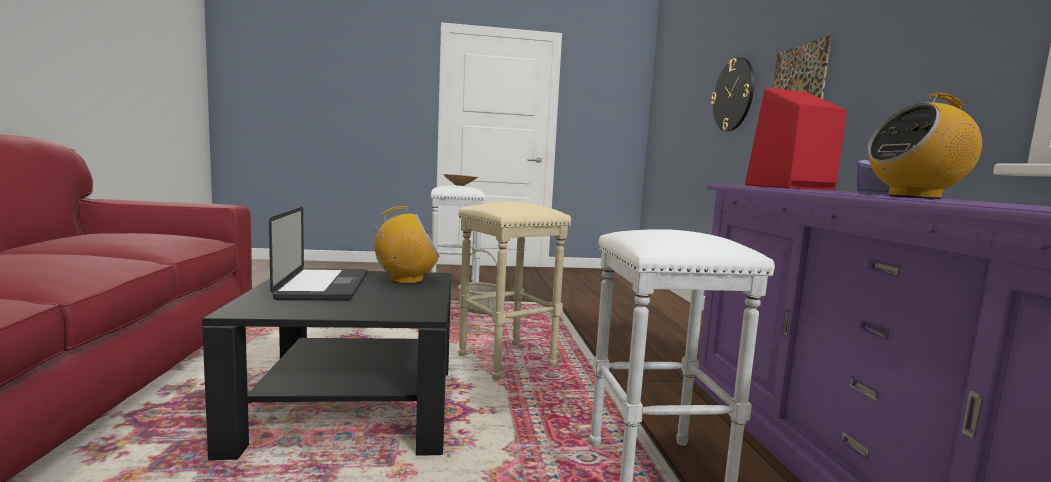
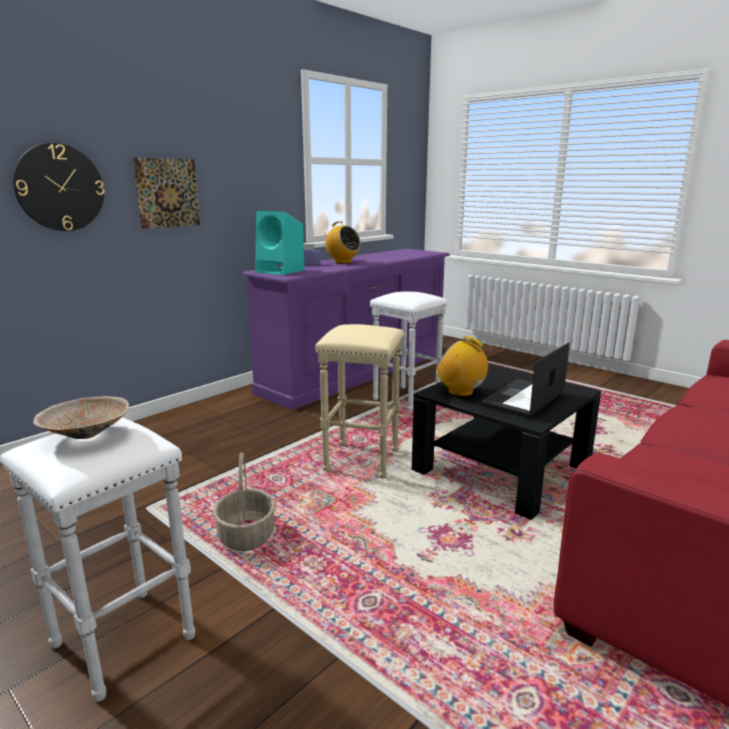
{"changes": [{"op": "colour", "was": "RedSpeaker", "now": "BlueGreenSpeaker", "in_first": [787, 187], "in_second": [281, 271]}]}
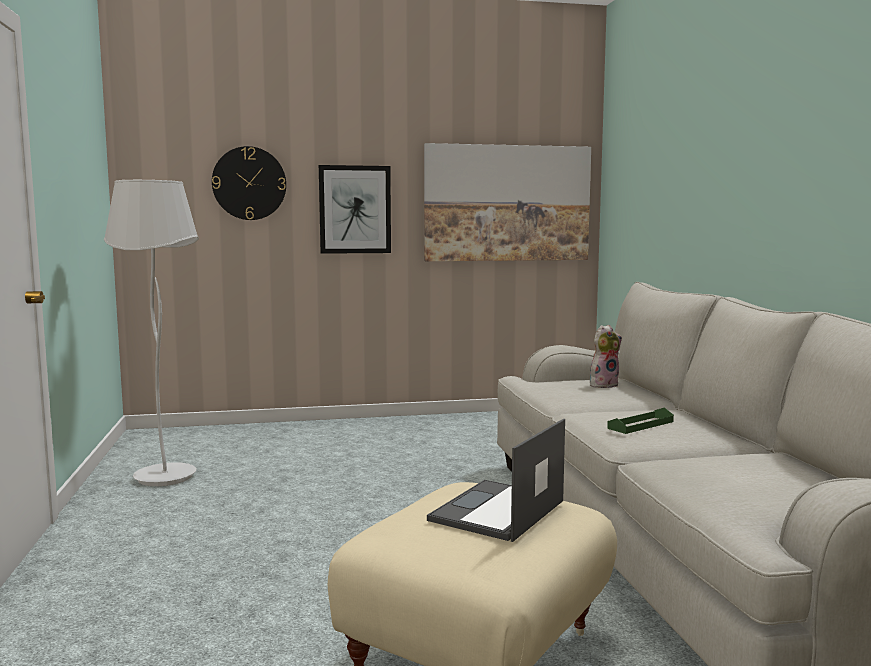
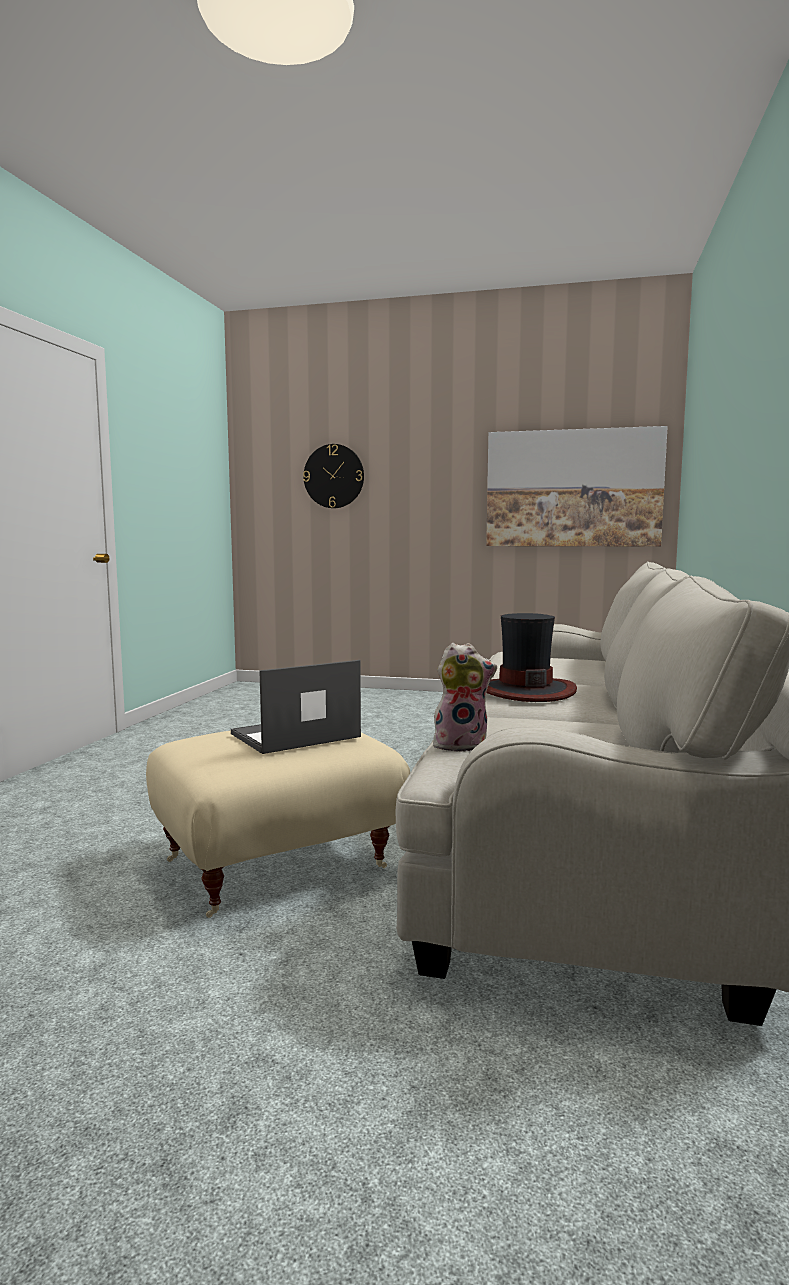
{"changes": [{"op": "relocated", "was": "CuddlyToy", "in_first": [603, 385], "in_second": [461, 745]}, {"op": "exchanged", "was": "GreenColouredTray", "now": "WearableHat", "in_first": [640, 425], "in_second": [525, 691]}, {"op": "missing", "was": "WhiteColouredStandingLamp", "in_first": [165, 477]}, {"op": "missing", "was": "WallPicture", "in_first": [355, 209]}]}
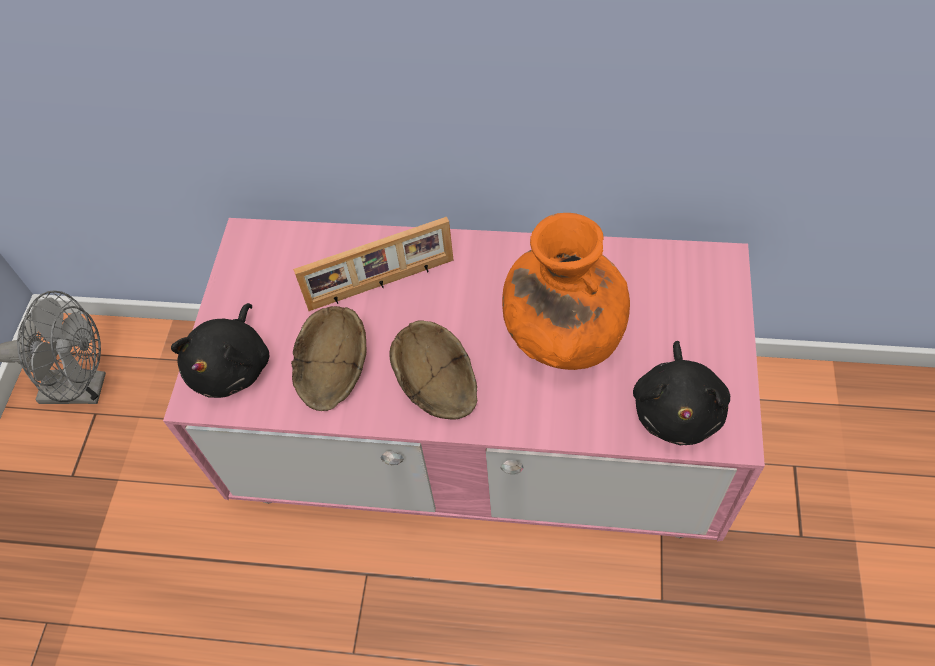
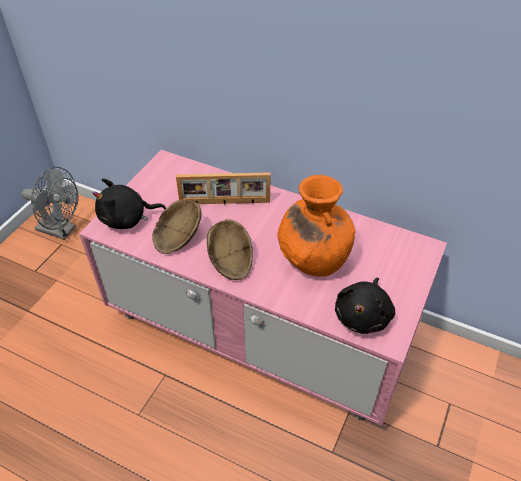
{"changes": [{"op": "spun", "was": "BlackishCuddlyToy", "in_first": [233, 366], "in_second": [127, 219], "clockwise": 45}]}
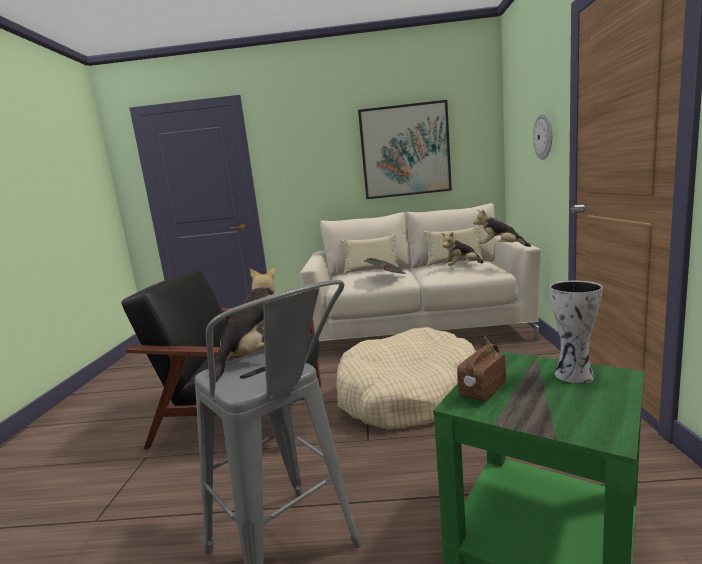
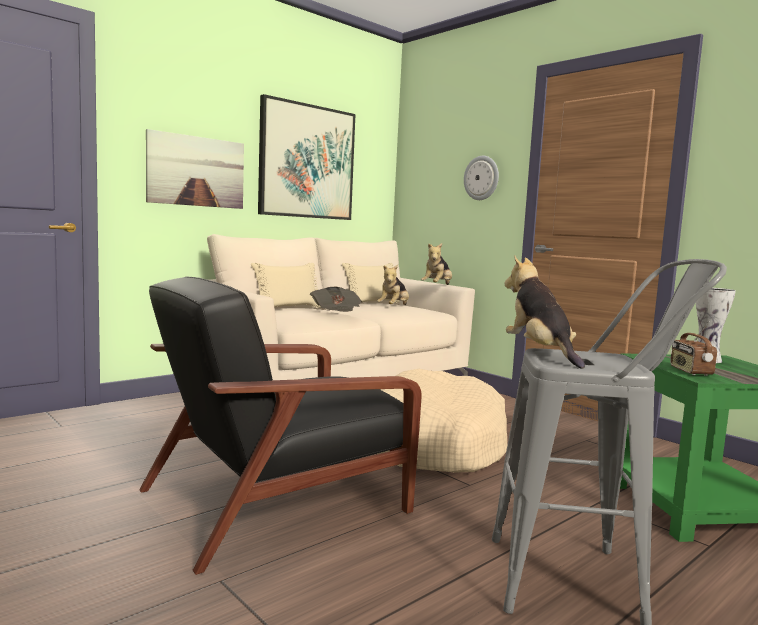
{"changes": [{"op": "appeared", "now": "WallPicture", "in_second": [196, 171]}, {"op": "spun", "was": "CuddlyToy", "in_first": [500, 247], "in_second": [437, 286], "clockwise": -45}]}
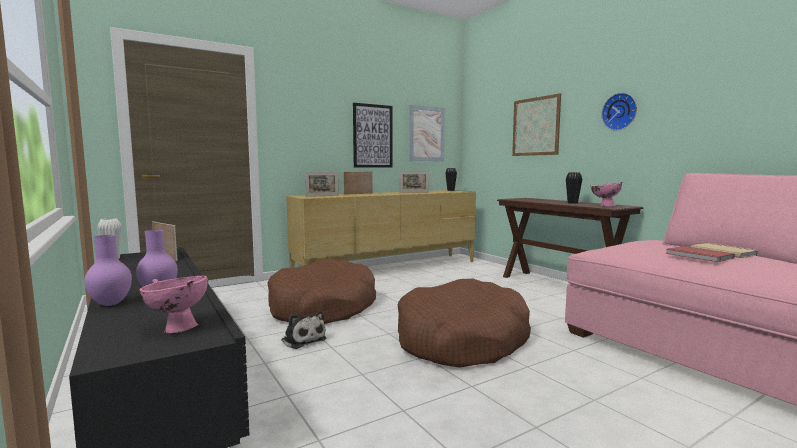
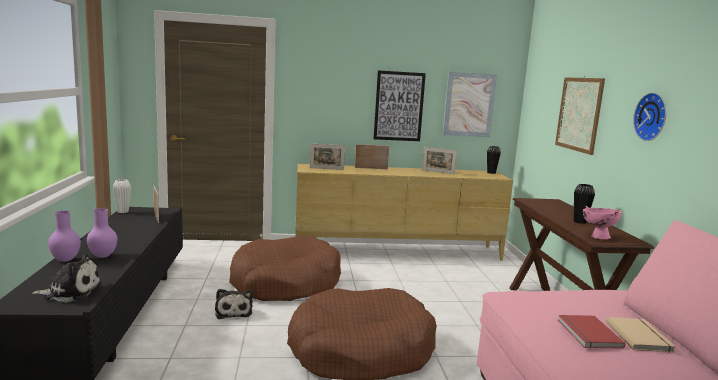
{"changes": [{"op": "exchanged", "was": "PinkishDeepDish", "now": "CuddlyToy", "in_first": [176, 328], "in_second": [70, 292]}]}
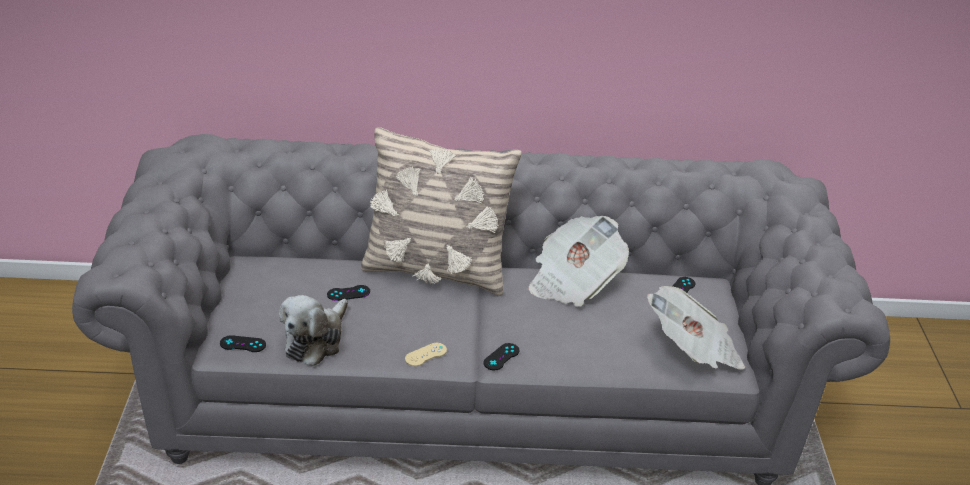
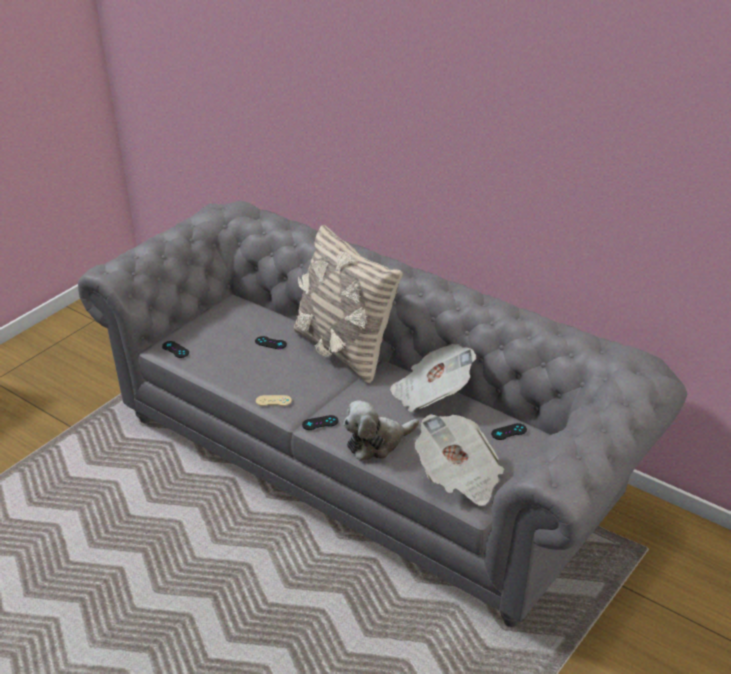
{"changes": [{"op": "relocated", "was": "CuddlyToy", "in_first": [316, 340], "in_second": [377, 442]}]}
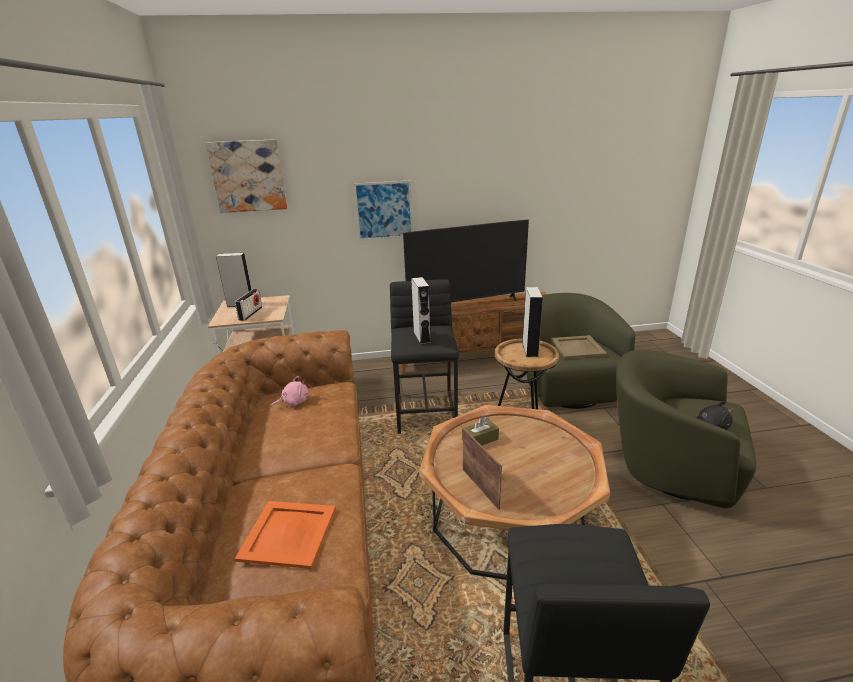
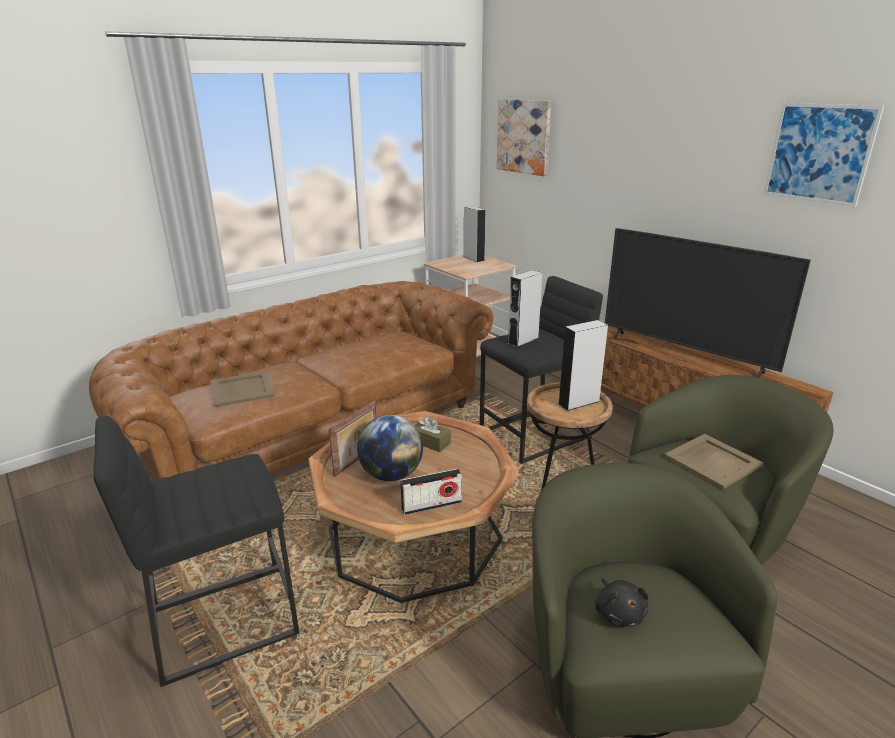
{"changes": [{"op": "colour", "was": "OrangeColouredTray", "now": "BeigeColouredTray", "in_first": [289, 534], "in_second": [241, 389]}, {"op": "appeared", "now": "Globe", "in_second": [391, 474]}, {"op": "relocated", "was": "RadioSet", "in_first": [250, 313], "in_second": [431, 505]}, {"op": "relocated", "was": "WallPicture", "in_first": [384, 210], "in_second": [819, 153]}, {"op": "missing", "was": "PinkishCuddlyToy", "in_first": [294, 402]}]}
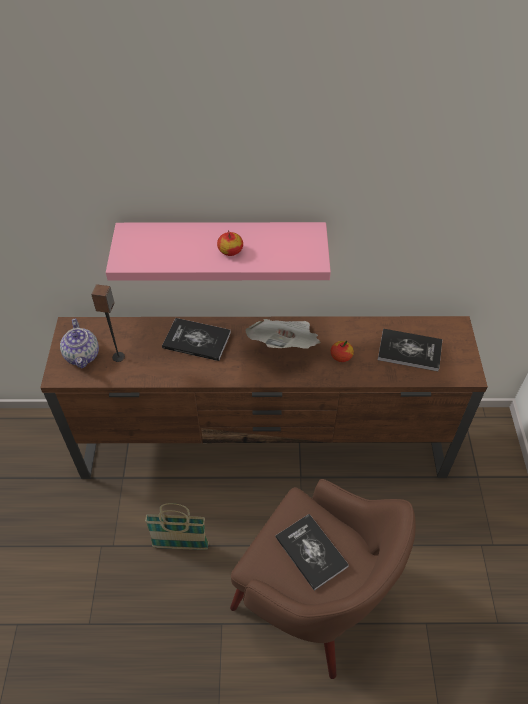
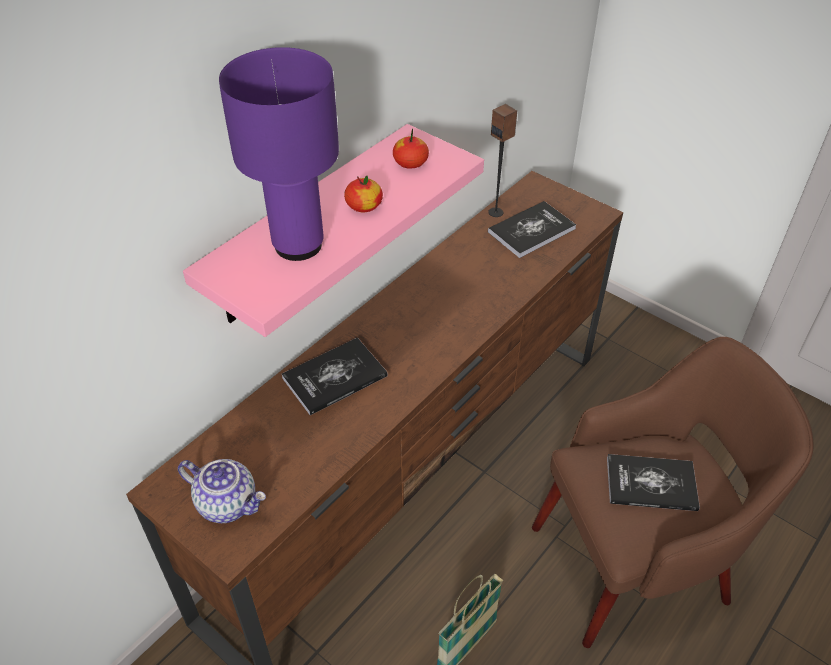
{"changes": [{"op": "appeared", "now": "PurpleTableLamp", "in_second": [298, 246]}, {"op": "relocated", "was": "WholeApple", "in_first": [341, 356], "in_second": [410, 163]}, {"op": "relocated", "was": "Speaker", "in_first": [118, 357], "in_second": [496, 212]}, {"op": "missing", "was": "Newspaper", "in_first": [284, 345]}]}
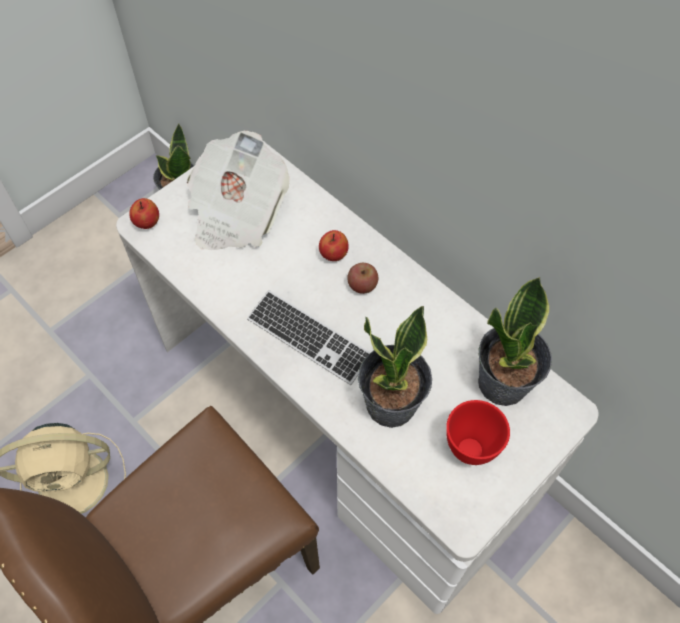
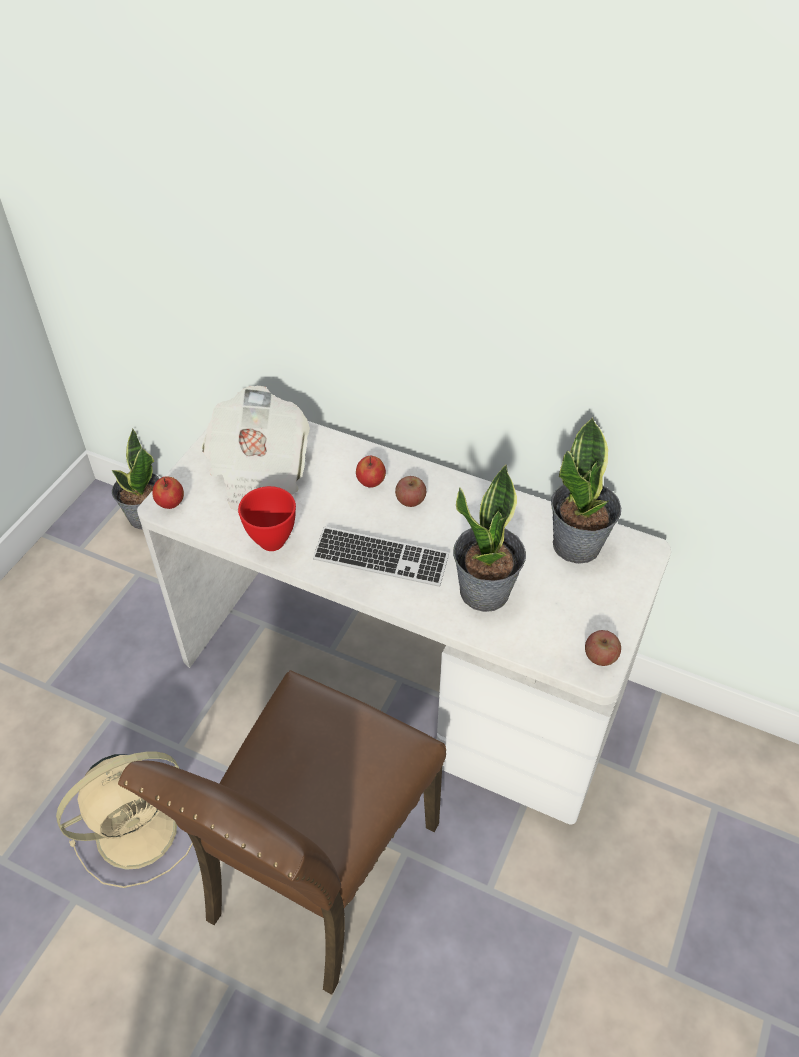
{"changes": [{"op": "relocated", "was": "RedDeepDish", "in_first": [470, 449], "in_second": [272, 540]}, {"op": "appeared", "now": "WholeApple", "in_second": [600, 656]}]}
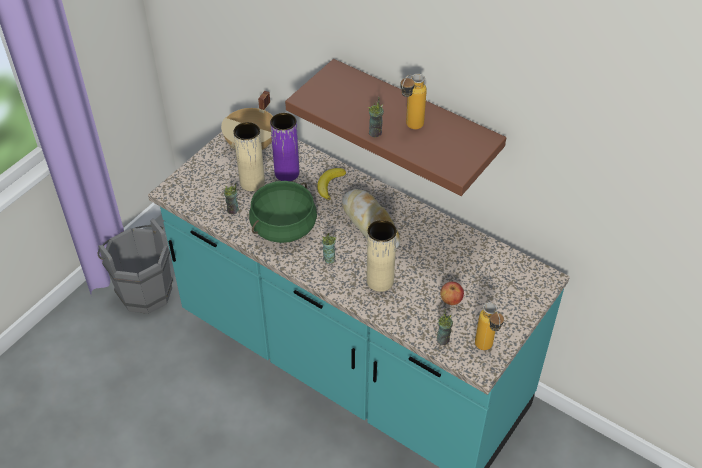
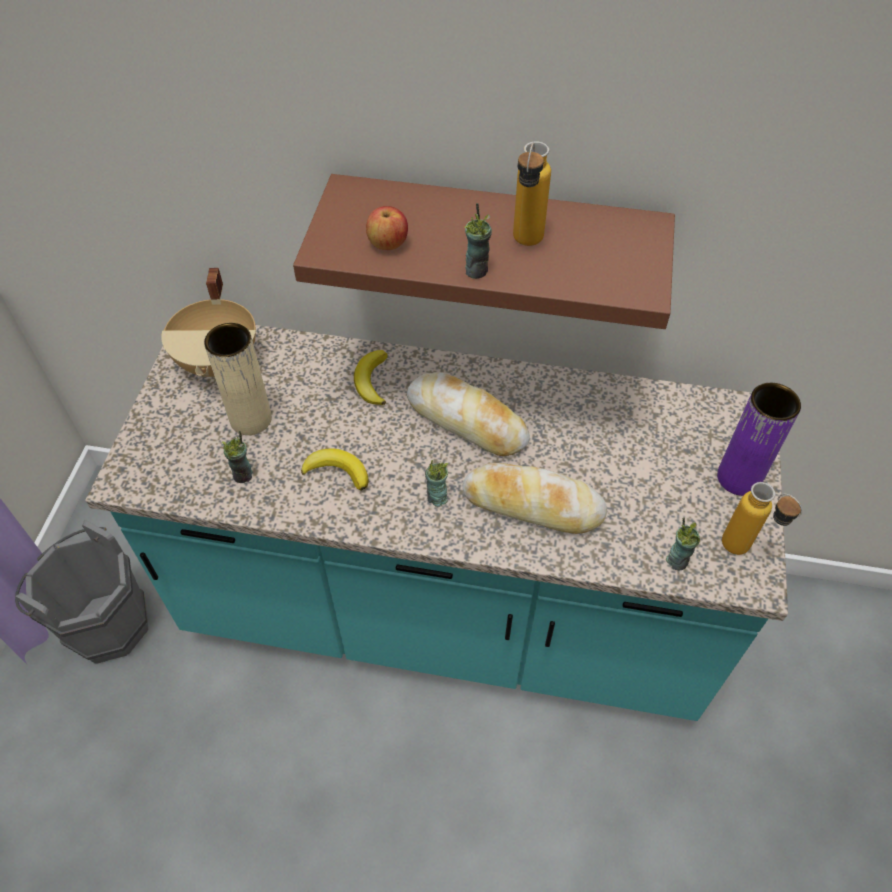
{"changes": [{"op": "exchanged", "was": "GreenColouredStockpot", "now": "WholeBanana", "in_first": [283, 226], "in_second": [337, 471]}, {"op": "relocated", "was": "WholeApple", "in_first": [451, 300], "in_second": [388, 244]}, {"op": "exchanged", "was": "BeigeColouredVase", "now": "BakeryBread", "in_first": [380, 281], "in_second": [532, 504]}, {"op": "relocated", "was": "PurpleVase", "in_first": [287, 173], "in_second": [738, 478]}]}
